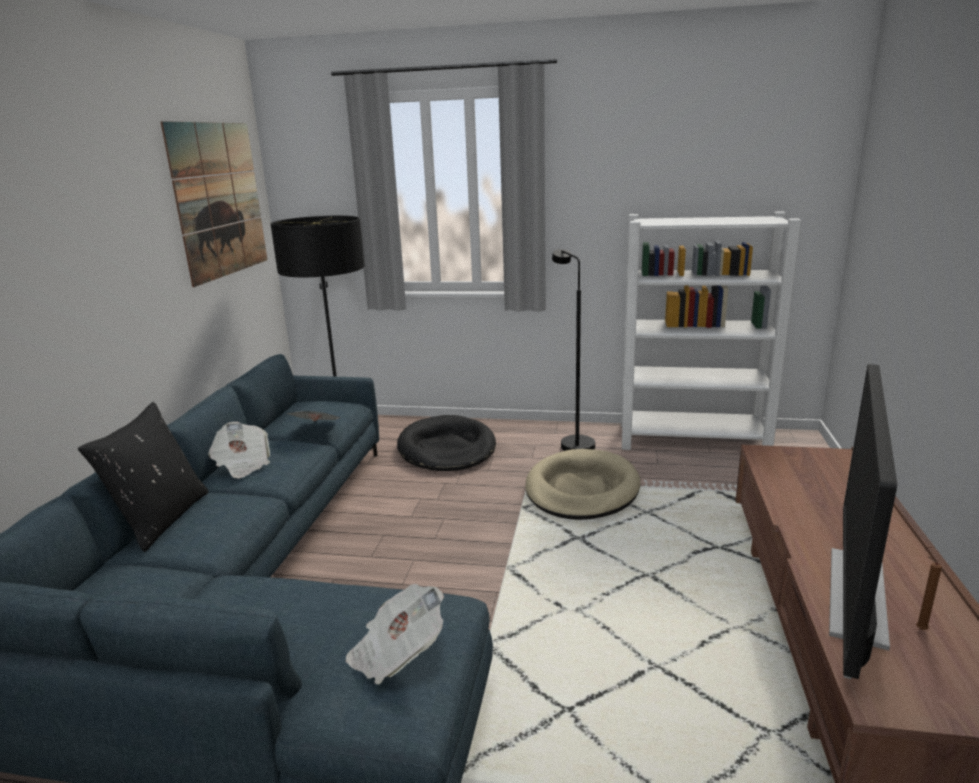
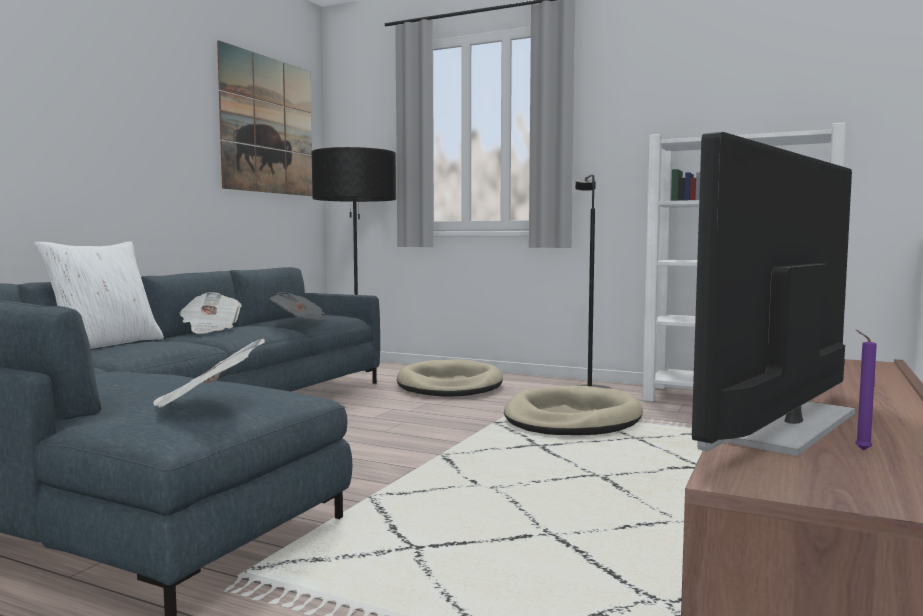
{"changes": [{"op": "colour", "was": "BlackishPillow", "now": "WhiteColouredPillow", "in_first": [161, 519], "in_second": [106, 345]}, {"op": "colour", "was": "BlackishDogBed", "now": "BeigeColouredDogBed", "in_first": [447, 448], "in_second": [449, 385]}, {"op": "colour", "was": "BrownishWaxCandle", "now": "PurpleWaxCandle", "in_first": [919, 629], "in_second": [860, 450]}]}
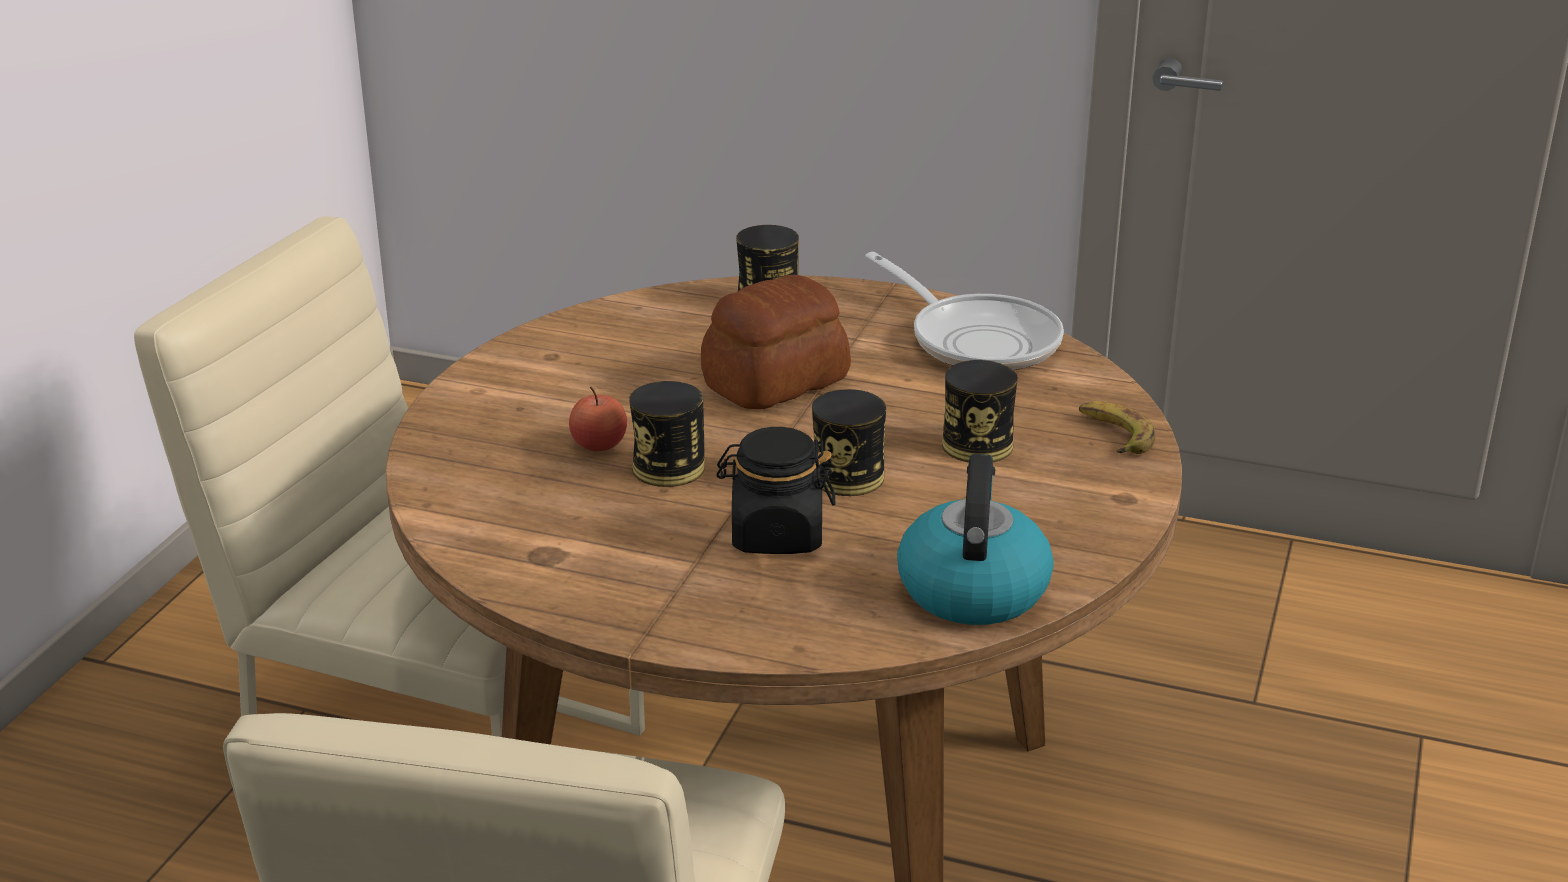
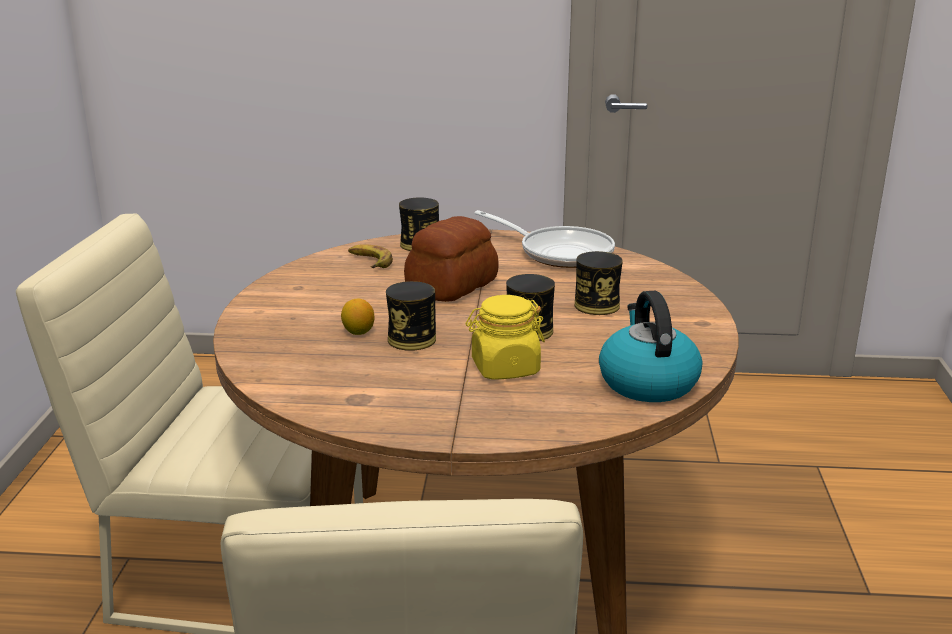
{"changes": [{"op": "exchanged", "was": "WholeApple", "now": "CitrusFruit", "in_first": [599, 445], "in_second": [358, 332]}, {"op": "relocated", "was": "WholeBanana", "in_first": [1113, 435], "in_second": [369, 261]}, {"op": "colour", "was": "BlackishPreserveJar", "now": "YellowColouredPreserveJar", "in_first": [776, 535], "in_second": [505, 368]}]}
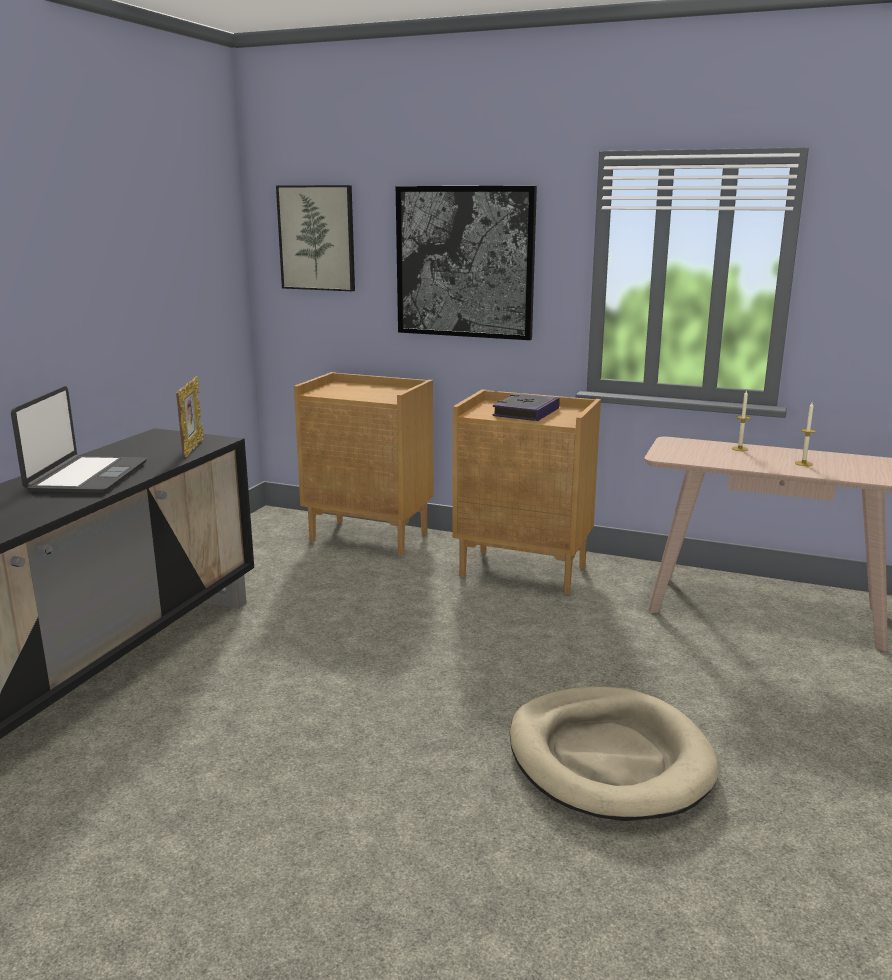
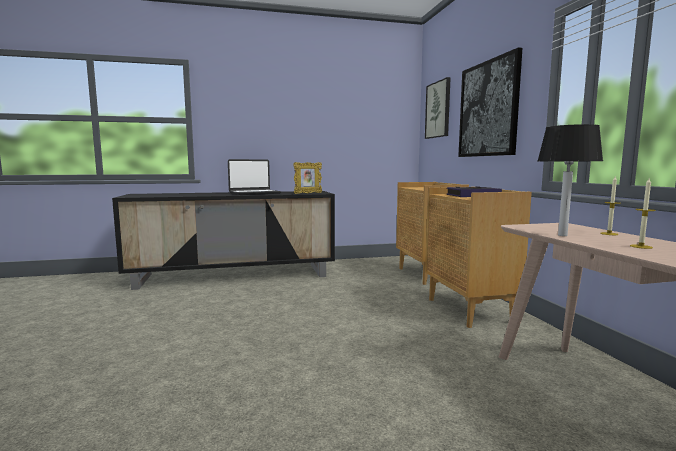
{"changes": [{"op": "appeared", "now": "TableLamp", "in_second": [561, 235]}, {"op": "missing", "was": "BeigeColouredDogBed", "in_first": [608, 758]}]}
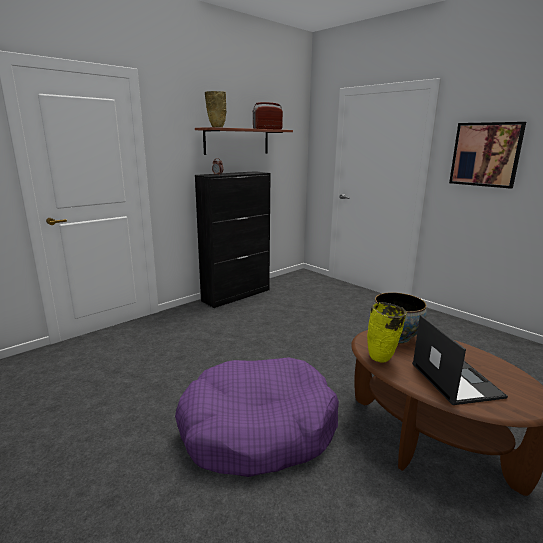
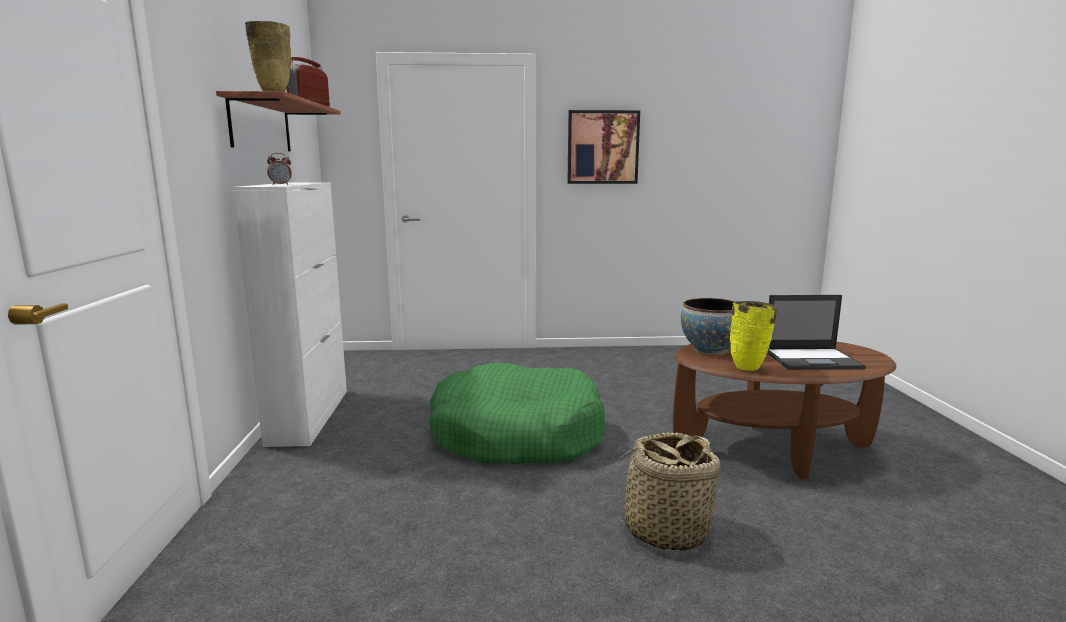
{"changes": [{"op": "colour", "was": "BlackishStorageCabinet", "now": "WhiteColouredStorageCabinet", "in_first": [236, 295], "in_second": [309, 416]}, {"op": "appeared", "now": "GreenColouredDogBed", "in_second": [517, 435]}, {"op": "exchanged", "was": "PurpleDogBed", "now": "Basket", "in_first": [257, 429], "in_second": [666, 530]}, {"op": "spun", "was": "NotebookComputer", "in_first": [455, 379], "in_second": [813, 359], "clockwise": 150}]}
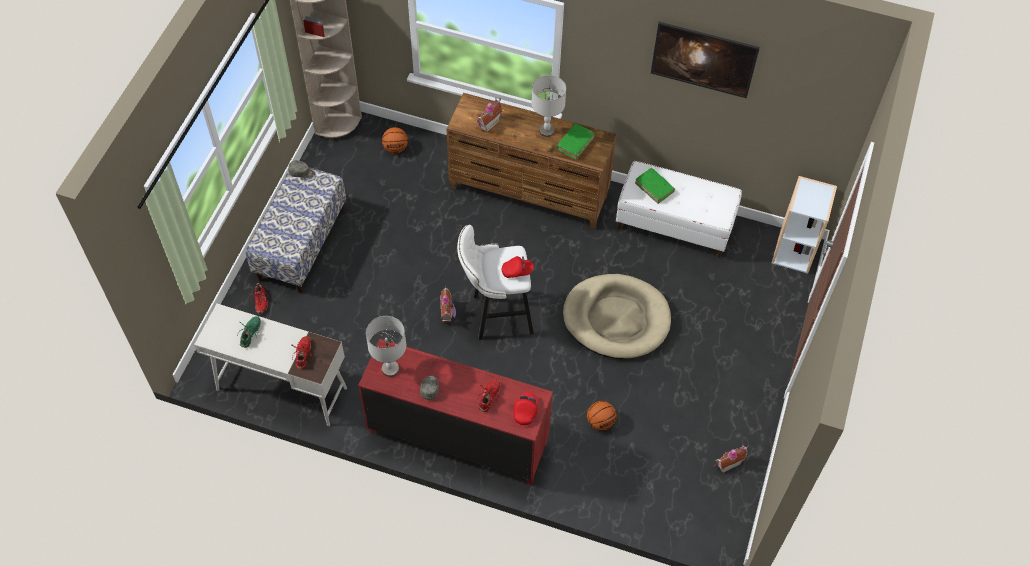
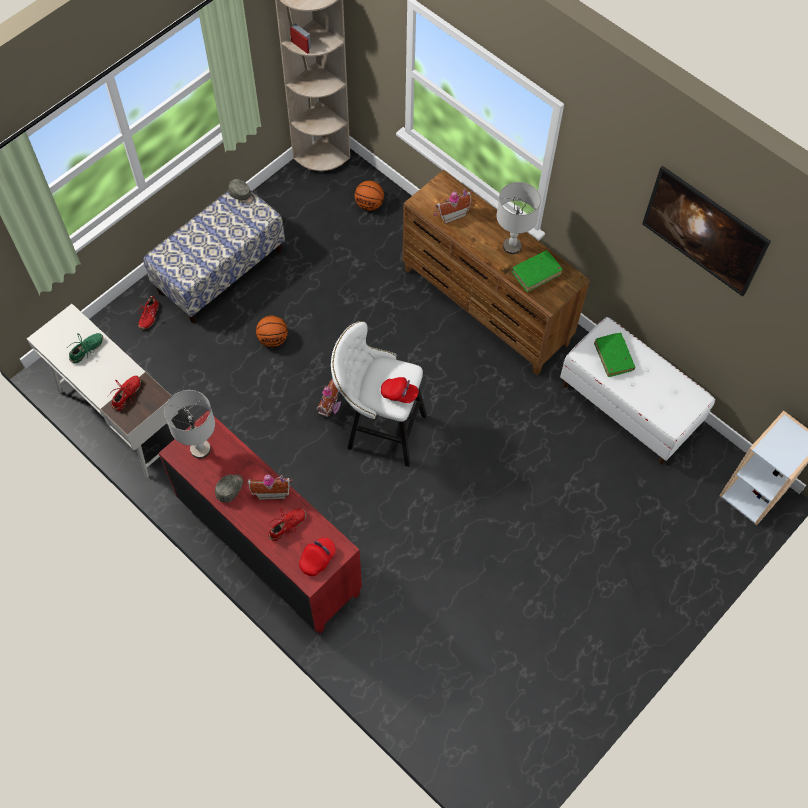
{"changes": [{"op": "relocated", "was": "ModelHouse", "in_first": [727, 463], "in_second": [271, 491]}, {"op": "relocated", "was": "BasketballBall", "in_first": [600, 422], "in_second": [273, 339]}, {"op": "missing", "was": "BeigeColouredDogBed", "in_first": [616, 319]}]}
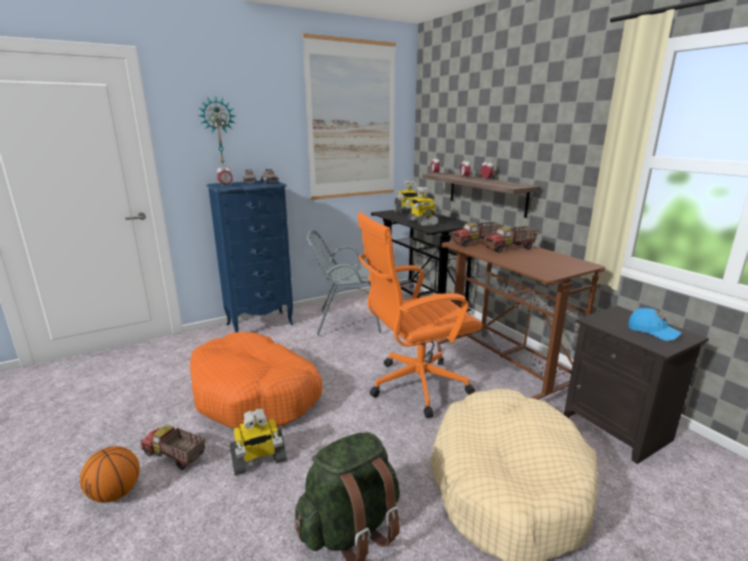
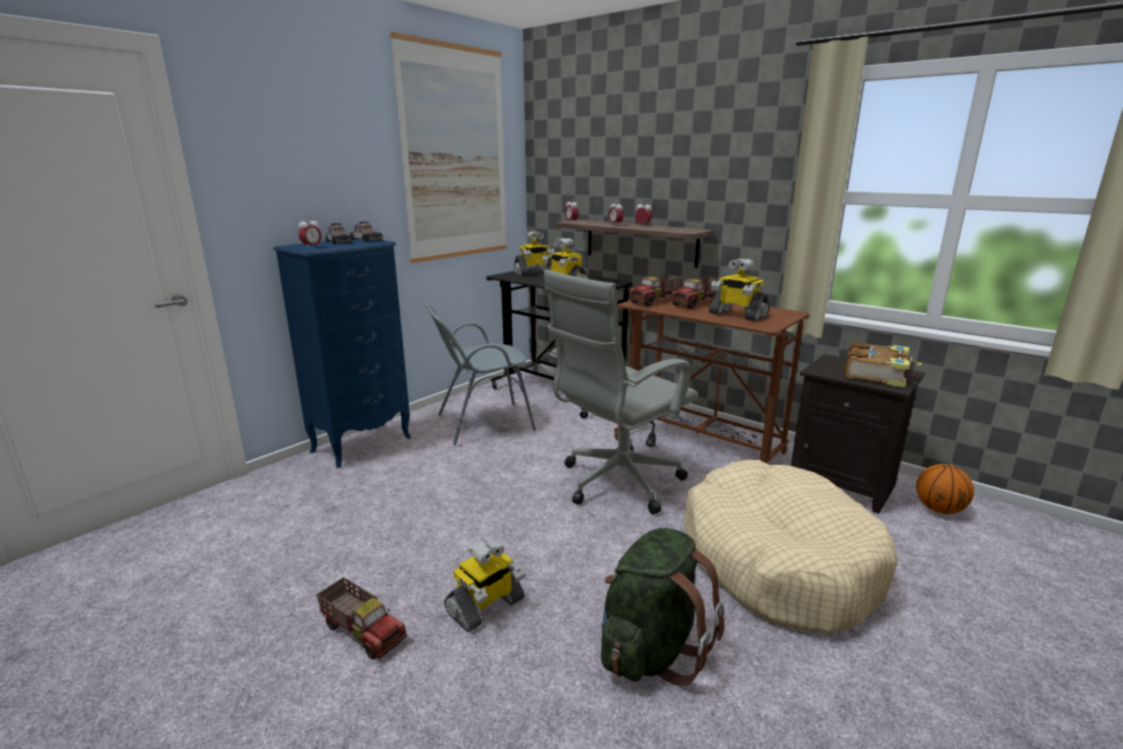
{"changes": [{"op": "spun", "was": "ModelTruck", "in_first": [174, 456], "in_second": [363, 631], "clockwise": -150}, {"op": "colour", "was": "OrangeColouredComputerChair", "now": "GreyishComputerChair", "in_first": [414, 387], "in_second": [616, 484]}, {"op": "appeared", "now": "ModelRobot", "in_second": [737, 315]}, {"op": "exchanged", "was": "BluishPeakedCap", "now": "Volume", "in_first": [653, 332], "in_second": [876, 374]}, {"op": "relocated", "was": "BasketballBall", "in_first": [115, 493], "in_second": [939, 510]}, {"op": "missing", "was": "OrangeColouredDogBed", "in_first": [256, 394]}, {"op": "missing", "was": "ClockOnTheWall", "in_first": [218, 131]}]}
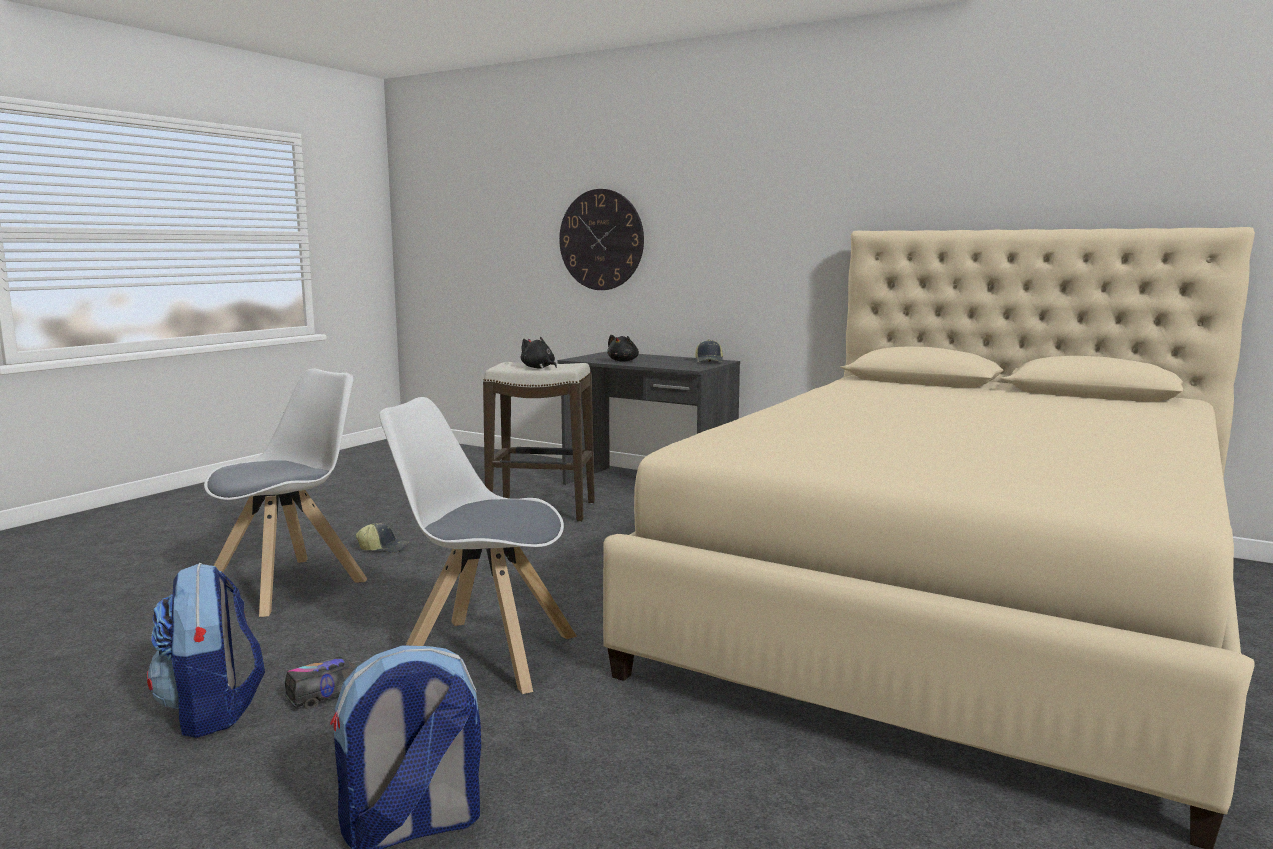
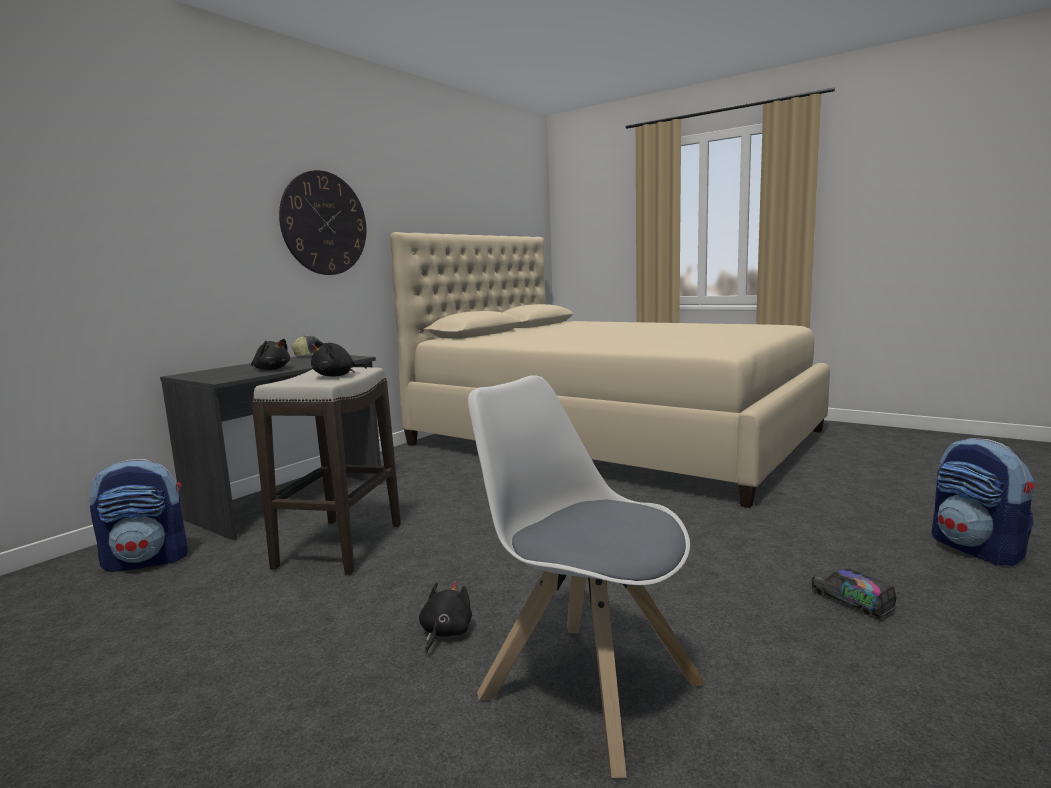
{"changes": [{"op": "relocated", "was": "Rucksack", "in_first": [212, 711], "in_second": [148, 560]}, {"op": "relocated", "was": "ClockOnTheWall", "in_first": [601, 240], "in_second": [324, 223]}, {"op": "exchanged", "was": "PeakedCap", "now": "BlackishCuddlyToy", "in_first": [384, 548], "in_second": [445, 633]}, {"op": "missing", "was": "PlainChair", "in_first": [483, 654]}]}
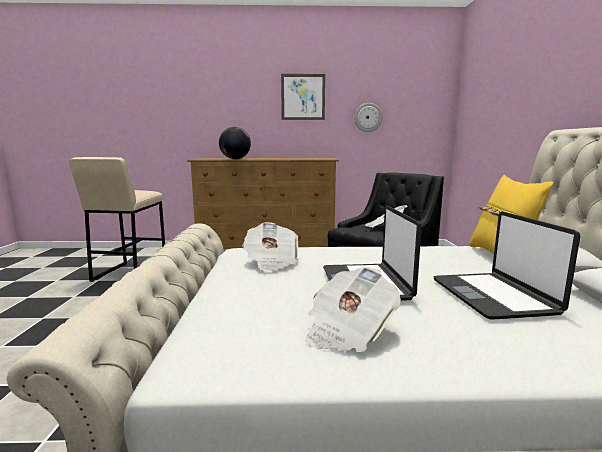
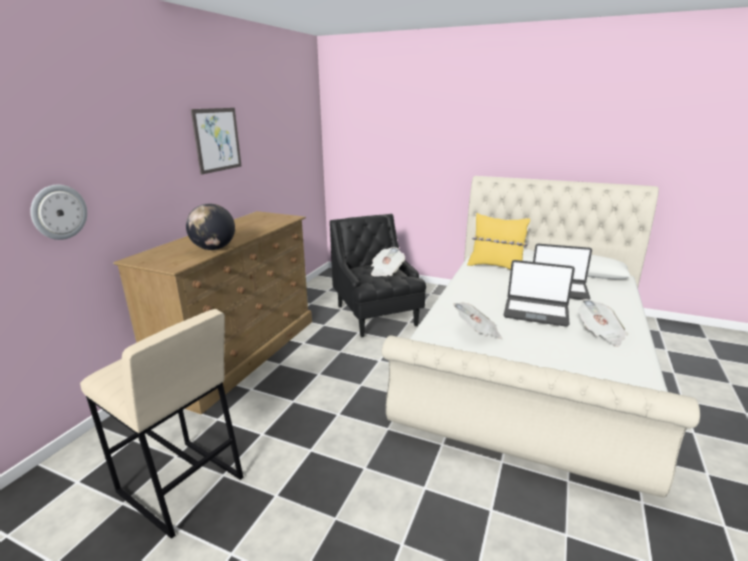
{"changes": [{"op": "relocated", "was": "ClockOnTheWall", "in_first": [368, 117], "in_second": [59, 212]}]}
